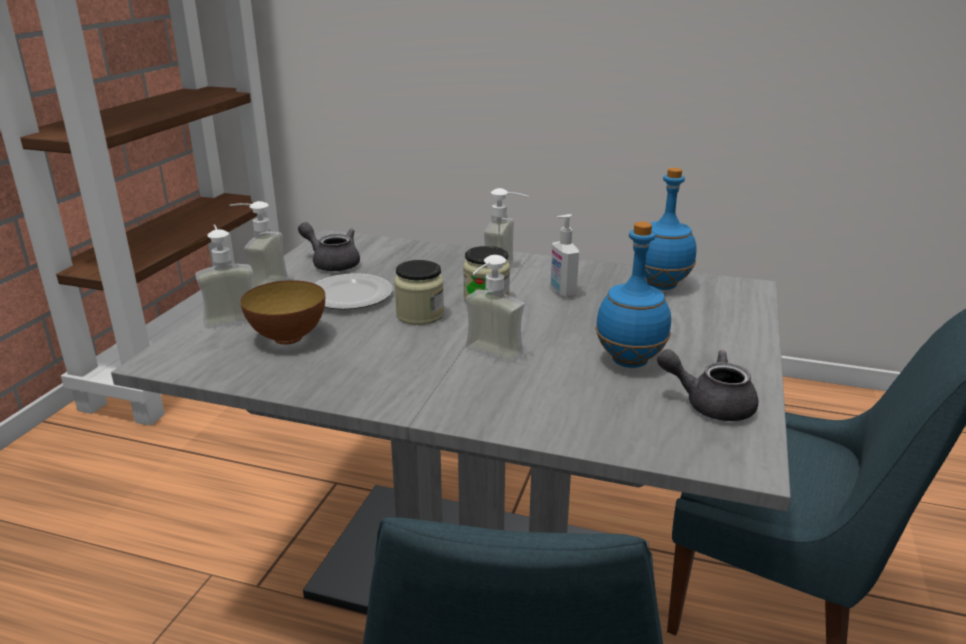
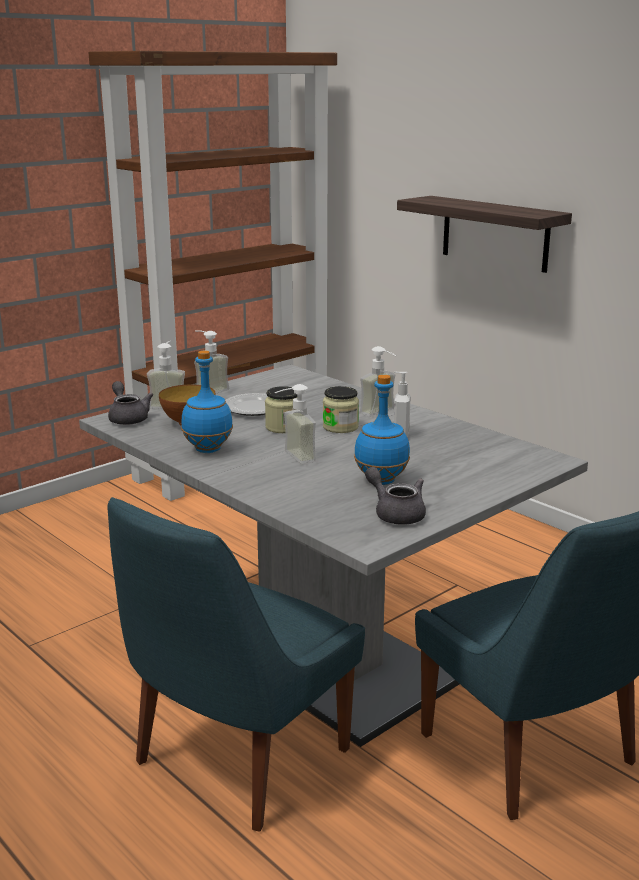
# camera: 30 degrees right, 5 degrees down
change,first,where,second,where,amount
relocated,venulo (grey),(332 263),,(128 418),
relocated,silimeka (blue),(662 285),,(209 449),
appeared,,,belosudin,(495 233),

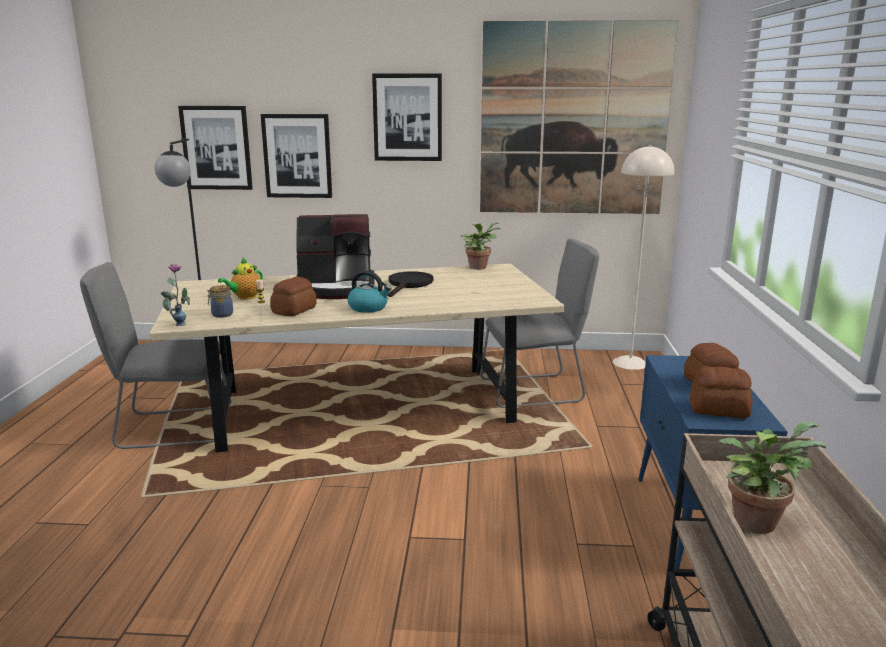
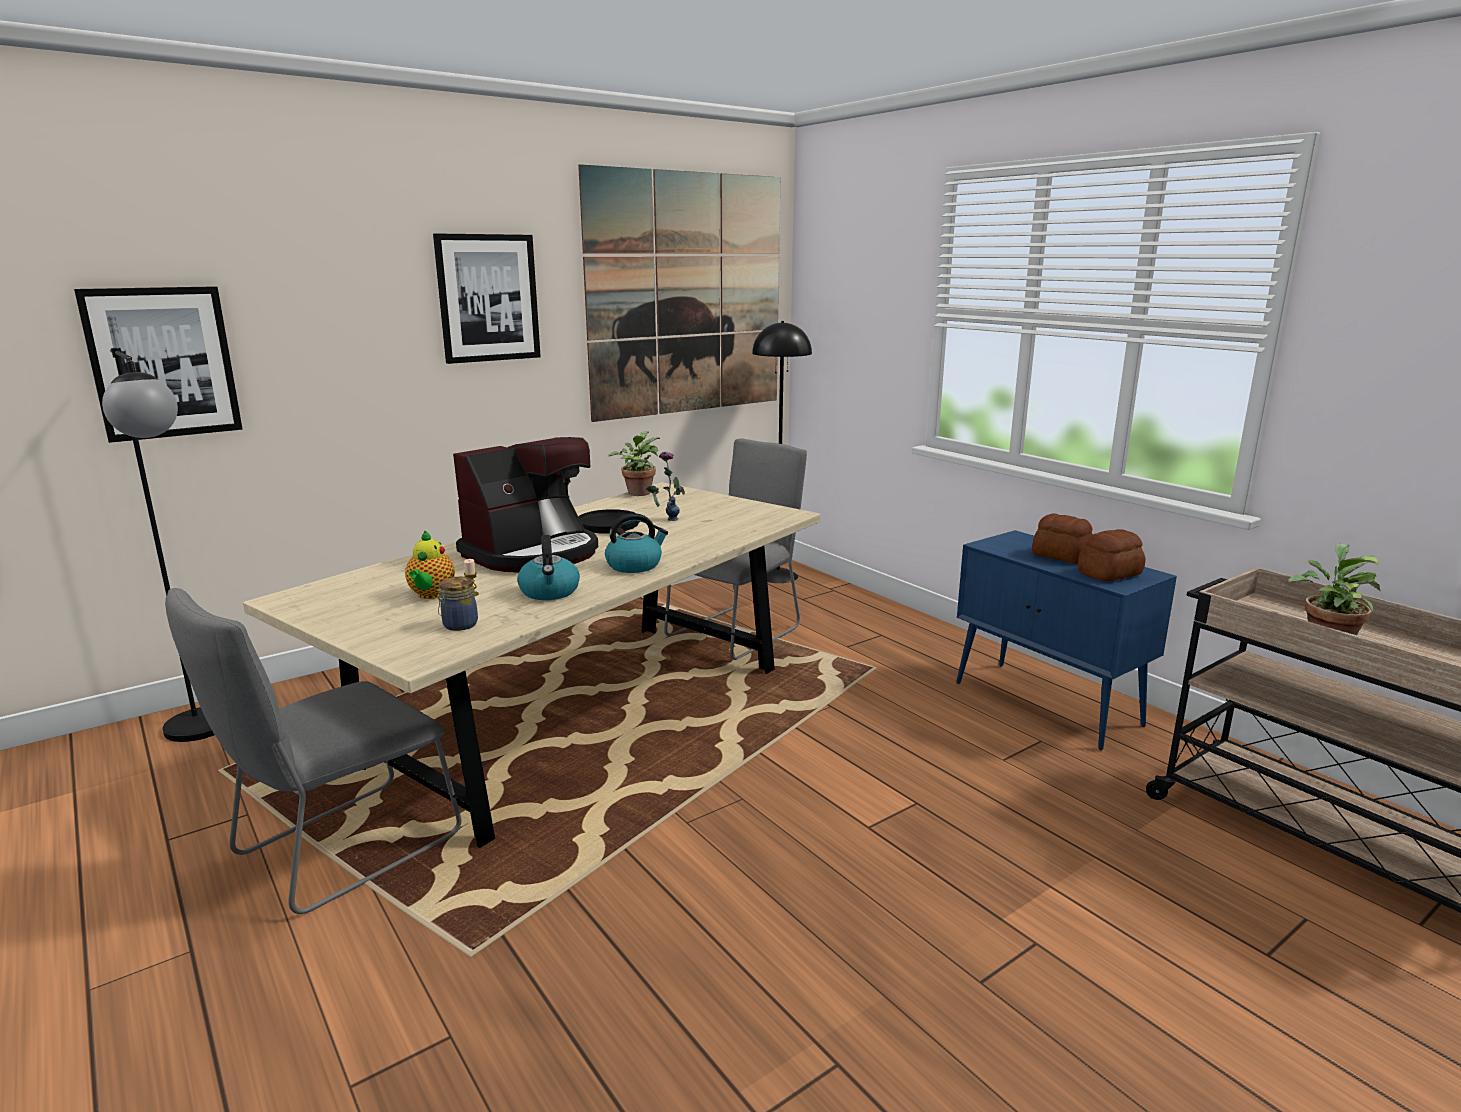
# camera: 40 degrees left, 0 degrees up
change,first,where,second,where,amount
exchanged,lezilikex,(295 310),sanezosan,(550 592),
relocated,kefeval,(178 323),,(665 519),
colour,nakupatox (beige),(630 363),nakupatox (black),(777 576),
missing,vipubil,(297 156),,,

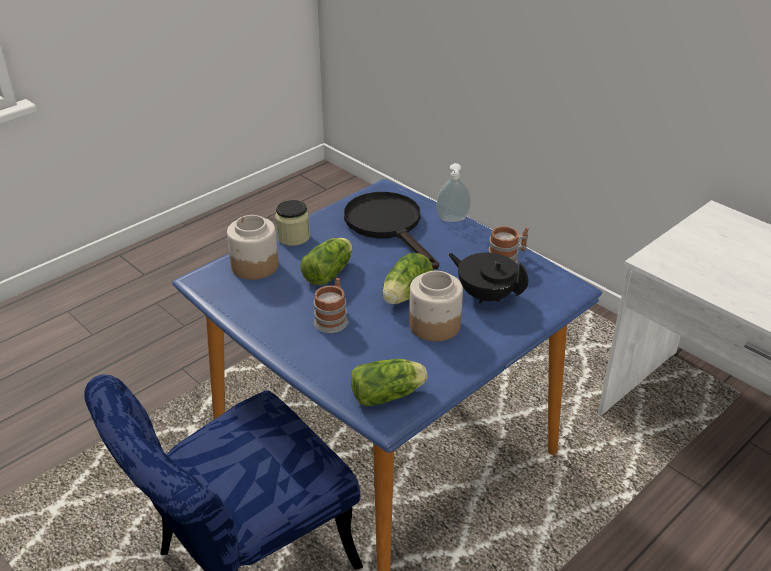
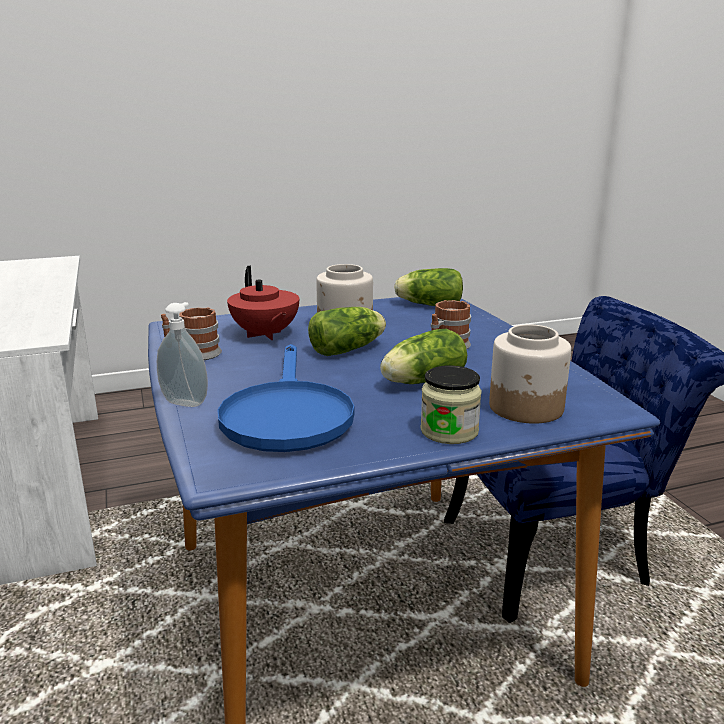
# camera: 155 degrees left, 15 degrees down
change,first,where,second,where,amount
colour,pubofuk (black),(388 226),pubofuk (blue),(286 414),
colour,venulo (black),(486 295),venulo (red),(265 335),

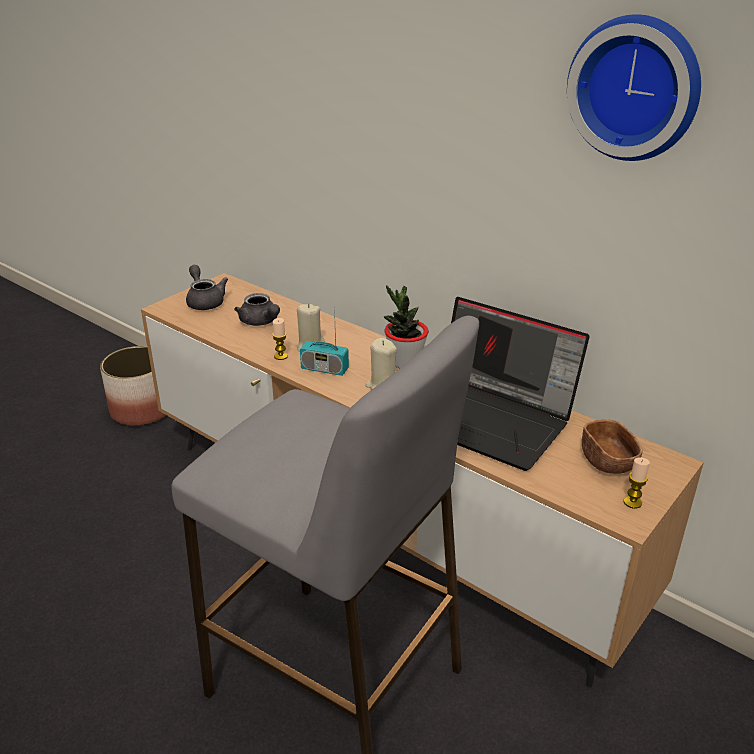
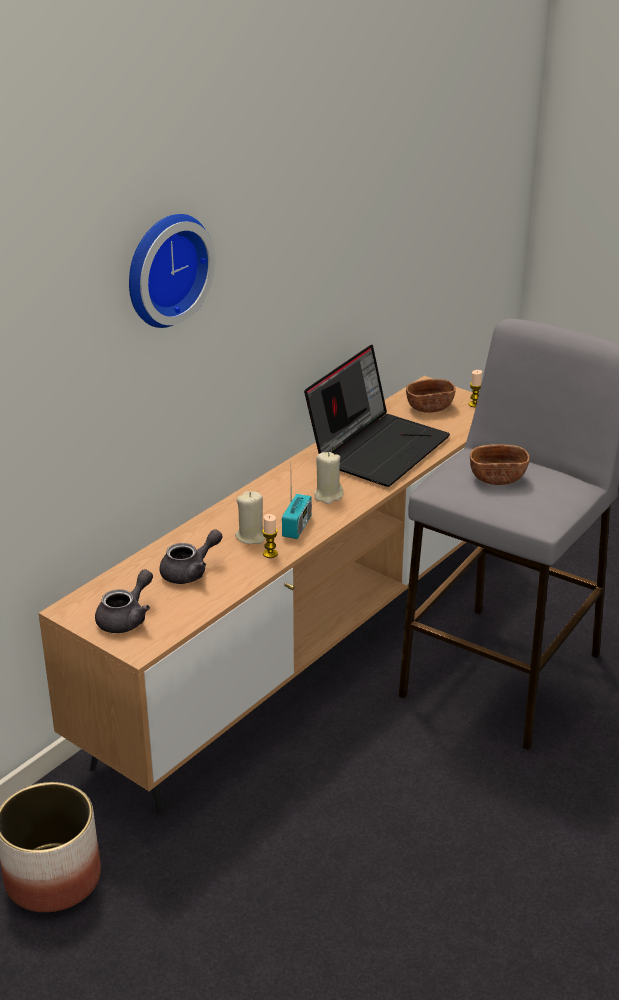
# camera: 90 degrees left, 0 degrees up
change,first,where,second,where,amount
spun,venulo (grey),(205 301),,(126 618),150 degrees clockwise
relocated,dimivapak,(636 88),,(163 268),
appeared,,,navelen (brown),(497 478),
missing,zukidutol,(405 362),,,

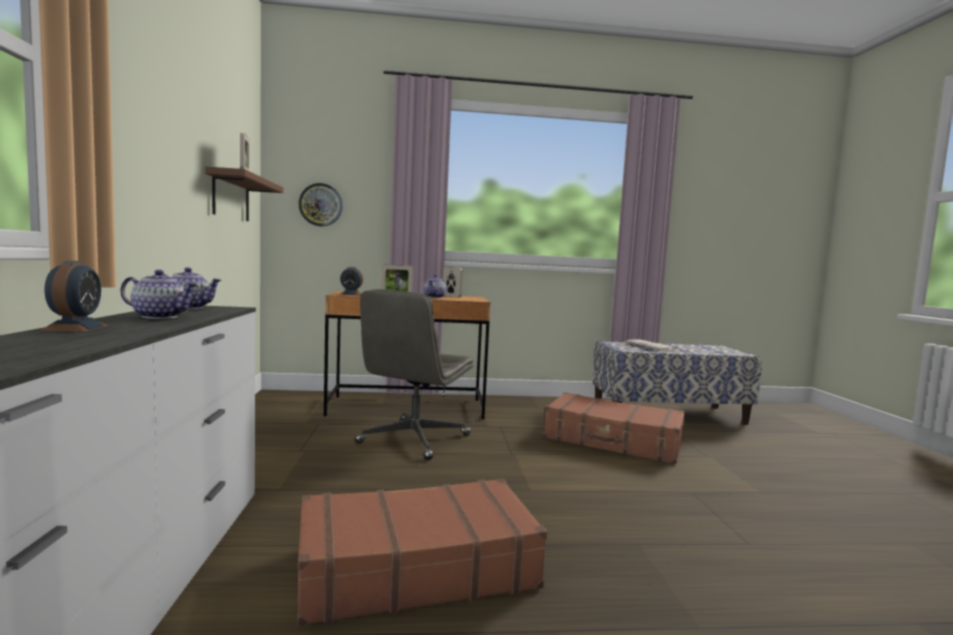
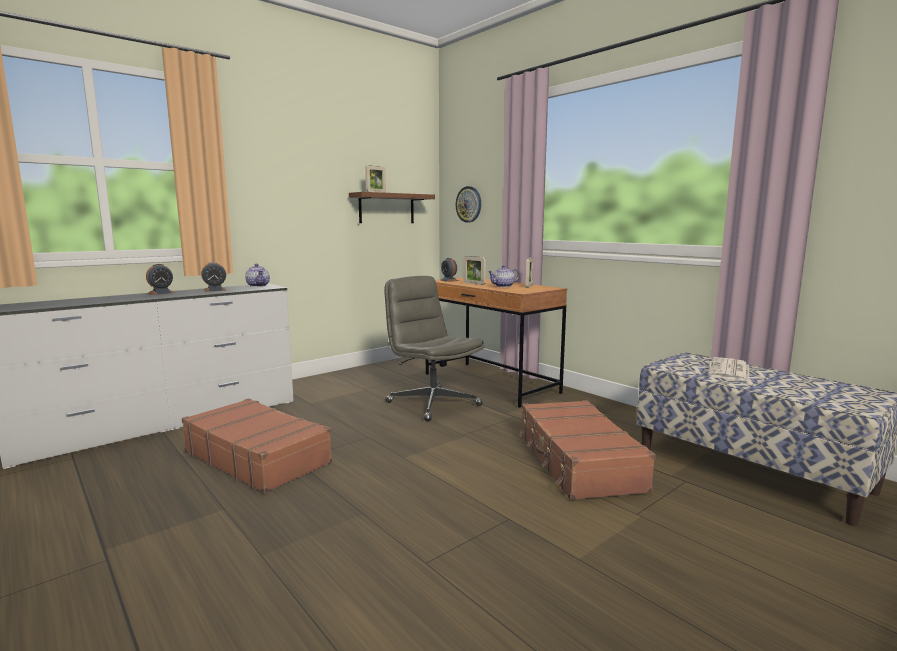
# camera: 55 degrees right, 5 degrees up
change,first,where,second,where,amount
exchanged,venulo,(161 316),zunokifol,(215 290),
spun,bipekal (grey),(414 439),,(432 404),60 degrees clockwise

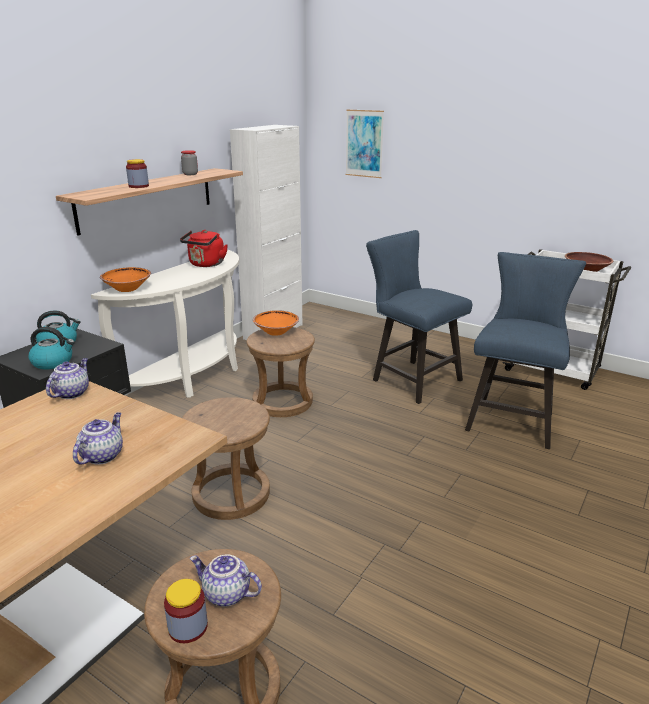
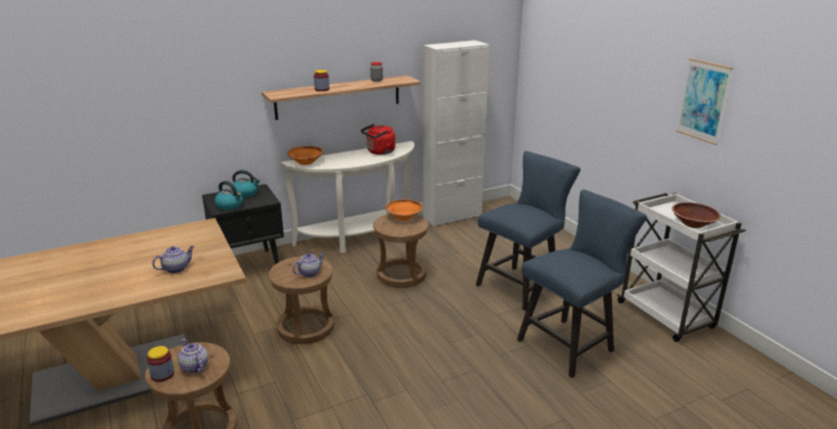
# camera: 30 degrees right, 0 degrees up
change,first,where,second,where,amount
relocated,venulo,(72 393),,(310 273),
spun,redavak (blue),(411 378),,(521 285),60 degrees clockwise
relocated,vipubil,(364 143),,(703 101),

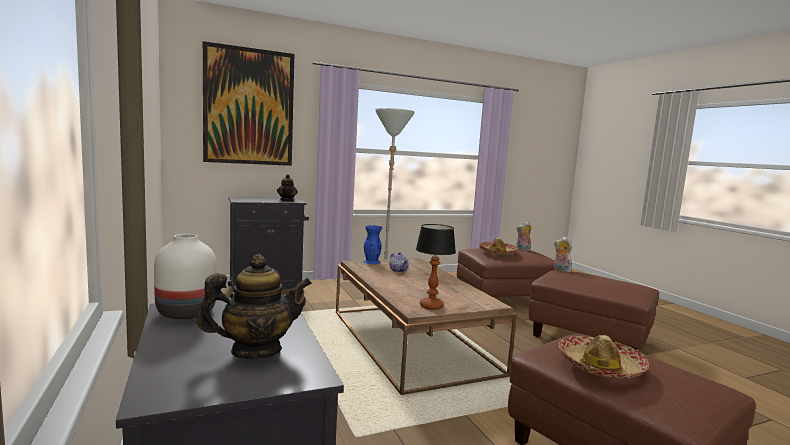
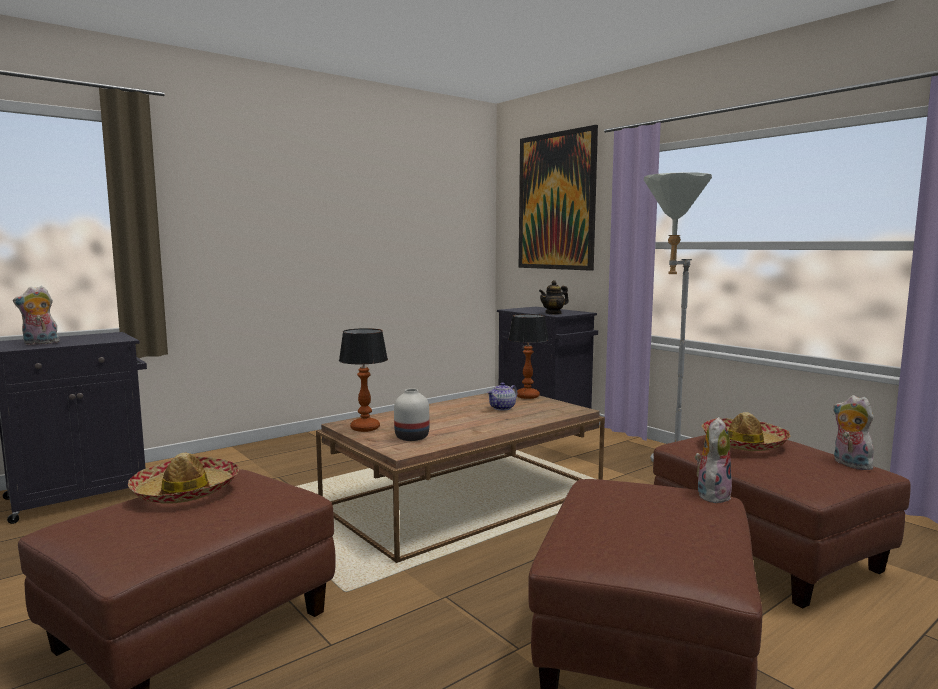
# camera: 75 degrees right, 0 degrees up
change,first,where,second,where,amount
exchanged,venulo,(256 350),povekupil,(40 343),
relocated,kefeval (white),(187 312),,(413 437),
exchanged,kefeval (blue),(372 262),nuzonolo,(527 396),

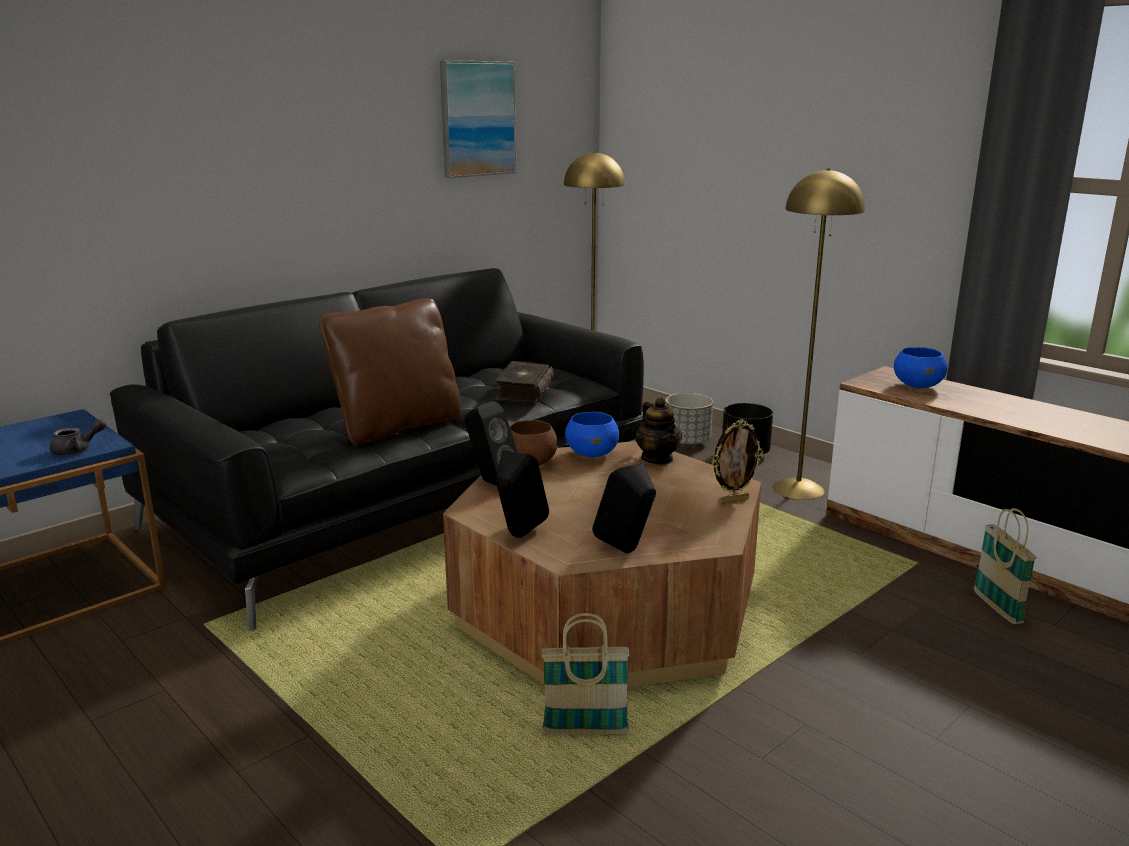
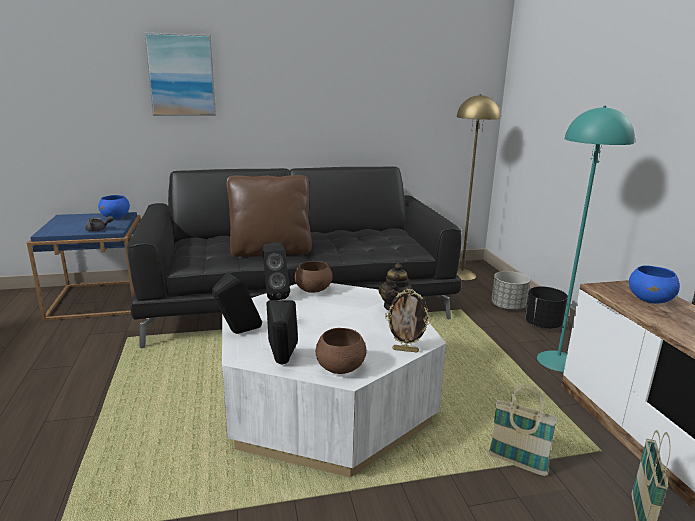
# camera: 30 degrees right, 0 degrees up
change,first,where,second,where,amount
relocated,navelen (blue),(592 454),,(116 217),
relocated,vipubil,(477 119),,(181 75),
colour,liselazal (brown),(606 610),liselazal (white),(327 402),
appeared,,,navelen (brown),(340 368),
relocated,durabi,(585 732),,(517 464),
colour,nakupatox (yellow),(797 489),nakupatox (turquoise),(557 361),
missing,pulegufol,(523 392),,,

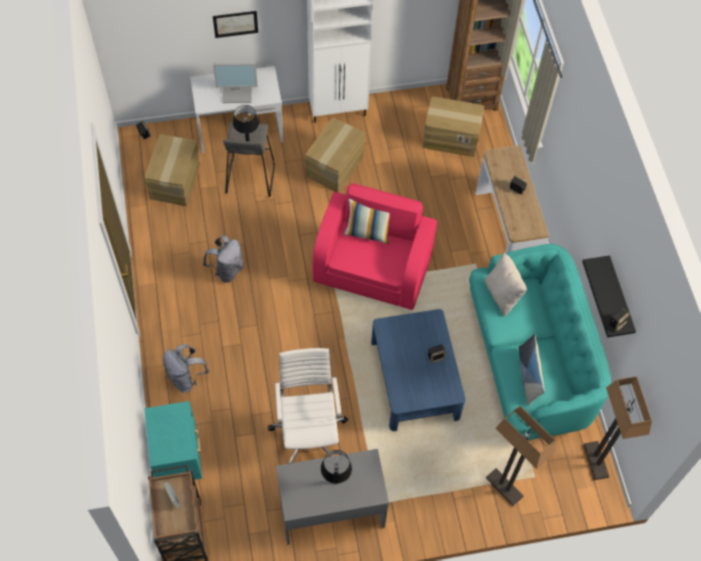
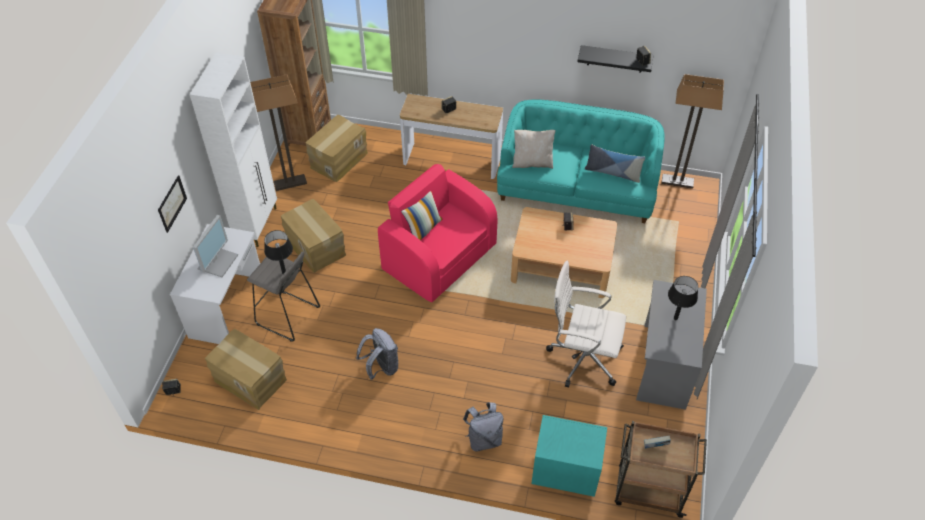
# camera: 65 degrees left, 10 degrees down
change,first,where,second,where,amount
relocated,nakupatox,(504 487),,(290 183),
colour,liselazal (blue),(415 379),liselazal (beige),(562 265),

